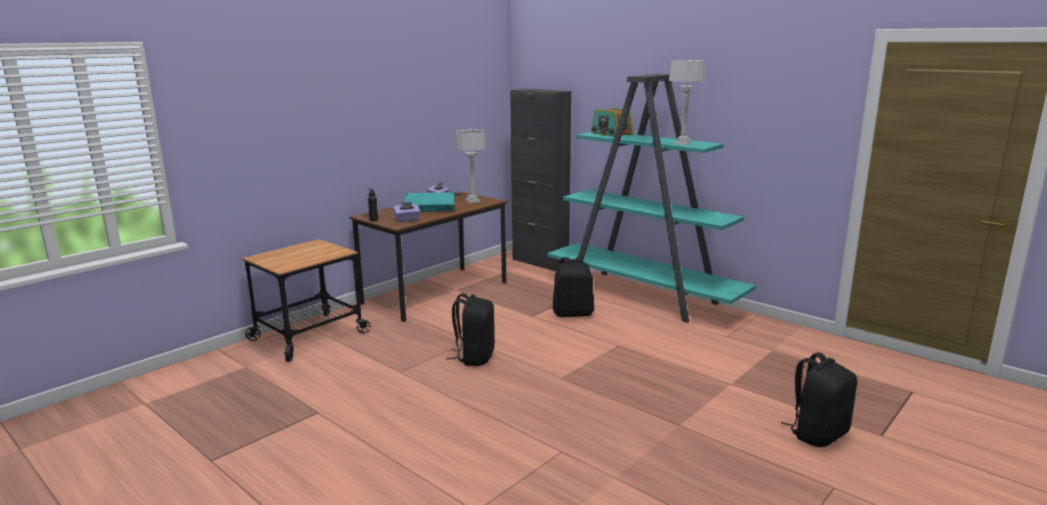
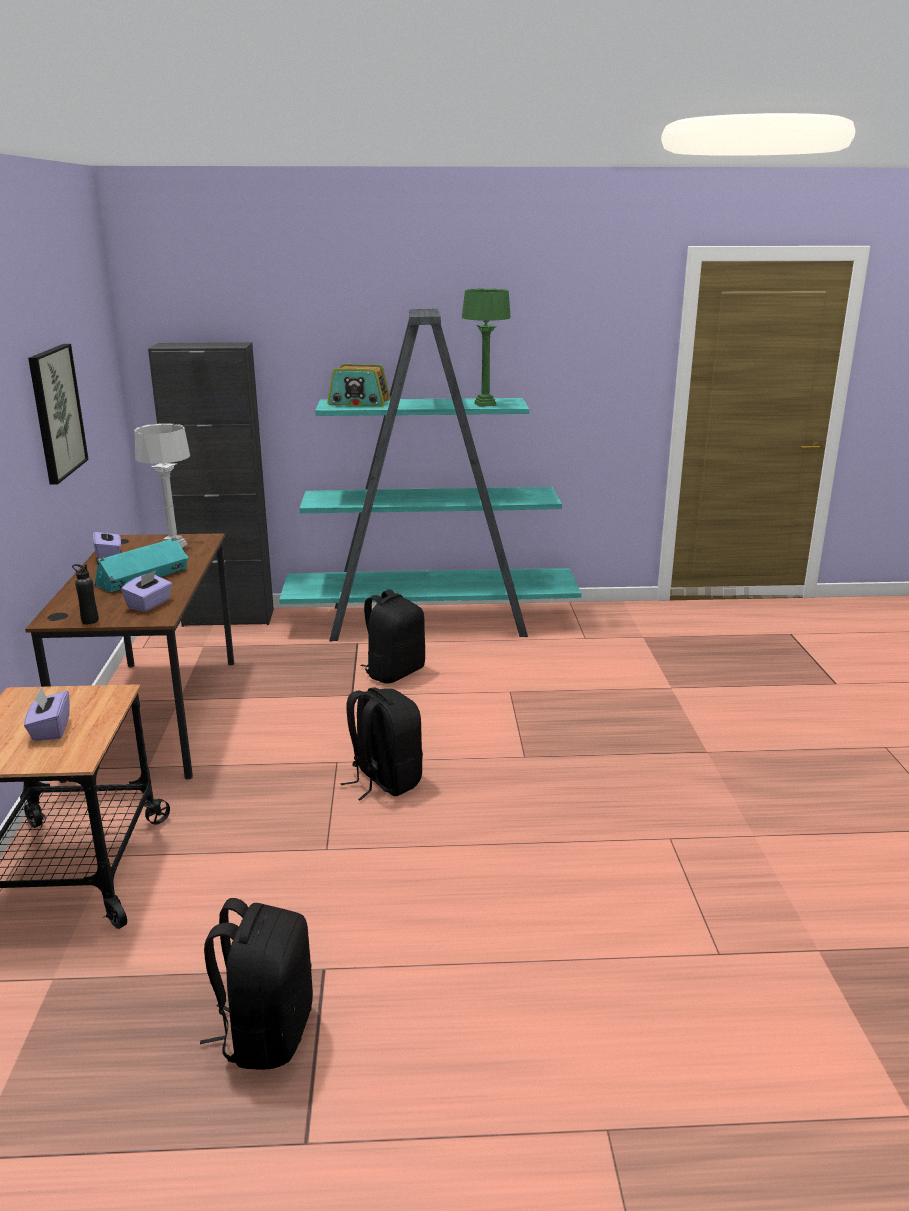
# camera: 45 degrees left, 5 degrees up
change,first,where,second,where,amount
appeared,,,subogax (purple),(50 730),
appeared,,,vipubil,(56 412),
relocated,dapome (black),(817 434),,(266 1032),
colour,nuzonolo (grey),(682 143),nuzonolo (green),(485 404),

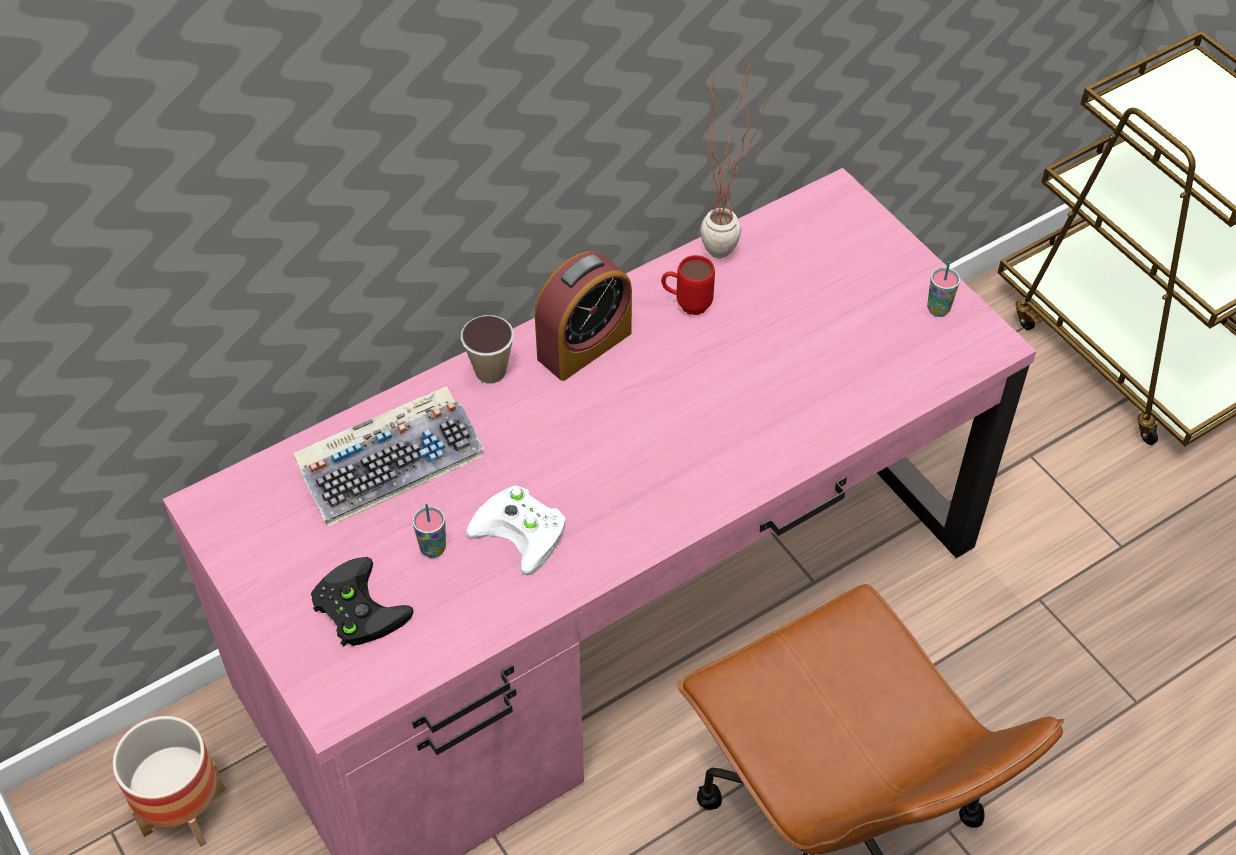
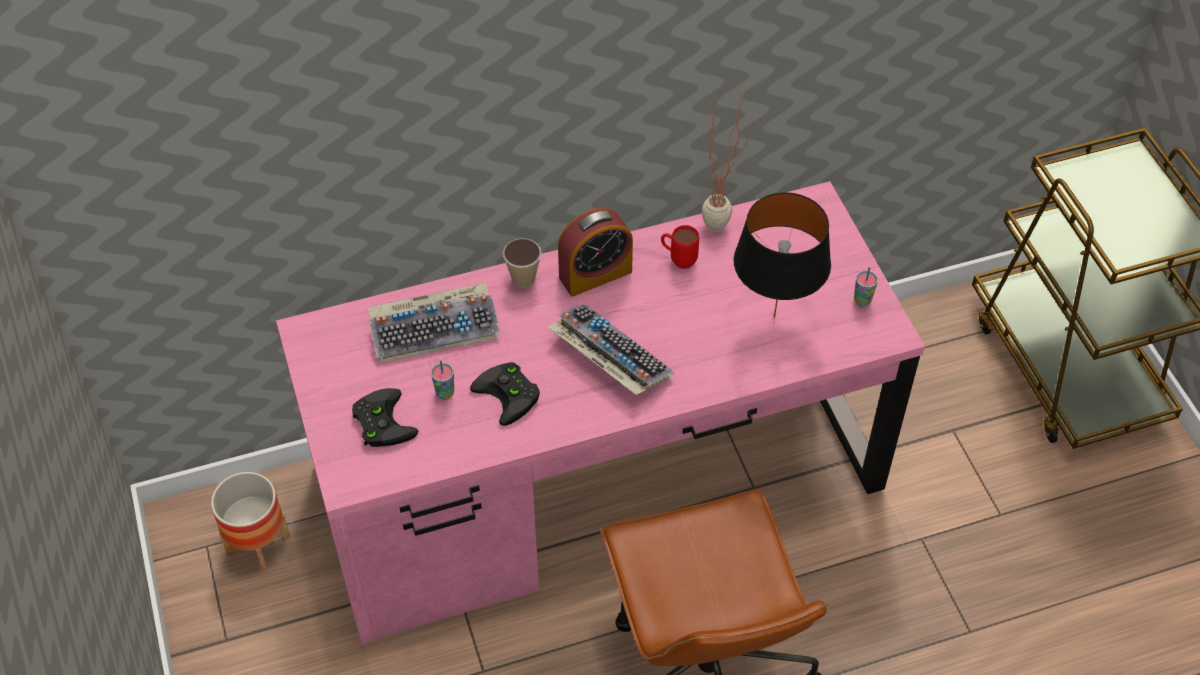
# camera: 15 degrees right, 0 degrees up
change,first,where,second,where,amount
colour,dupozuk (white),(524 531),dupozuk (black),(510 395),
appeared,,,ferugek,(608 357),
appeared,,,nuzonolo (black),(775 316),

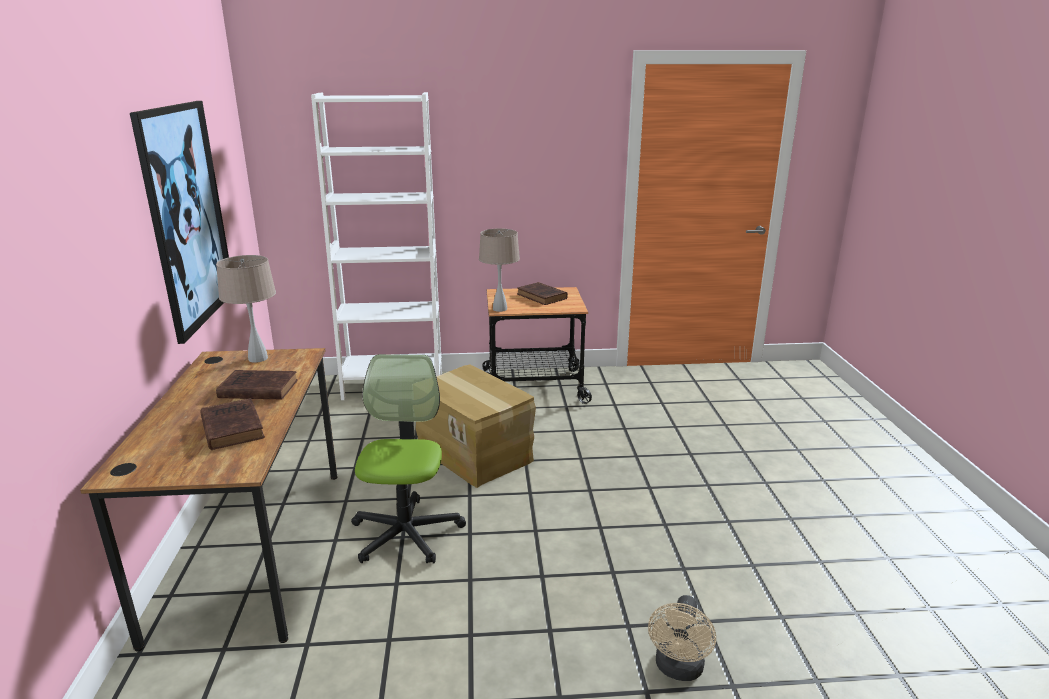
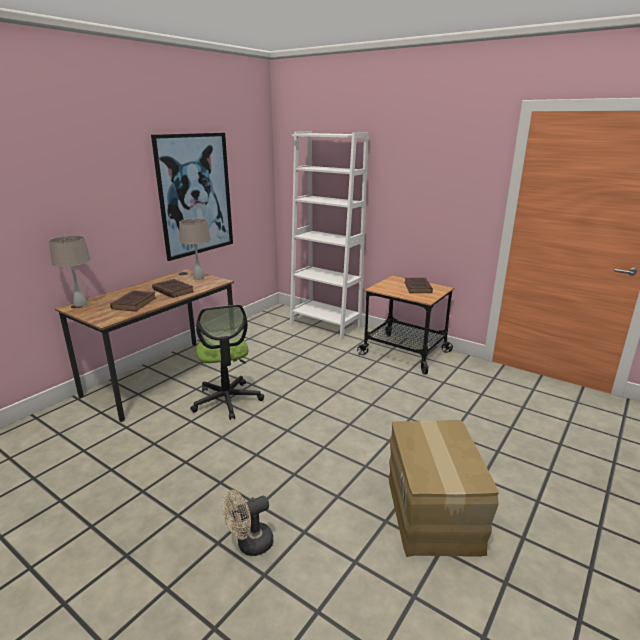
# camera: 40 degrees right, 0 degrees up
change,first,where,second,where,amount
relocated,nuzonolo (beige),(499 309),,(80 304),
spun,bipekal,(406 533),,(227 400),120 degrees clockwise
relocated,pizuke,(475 452),,(434 512),

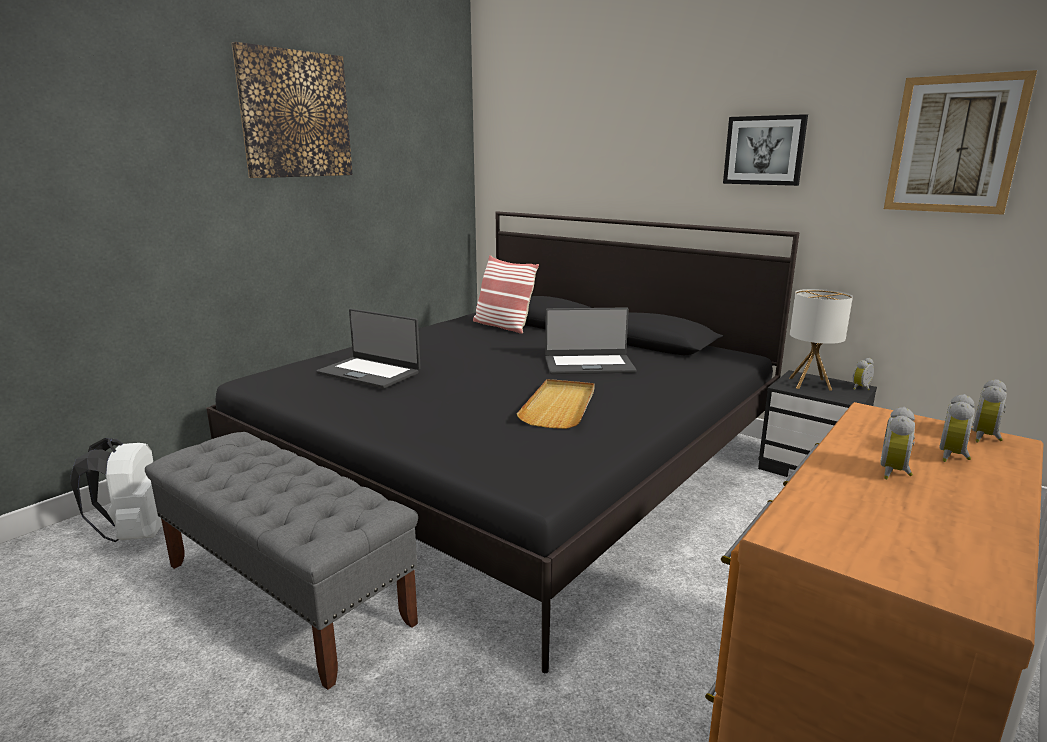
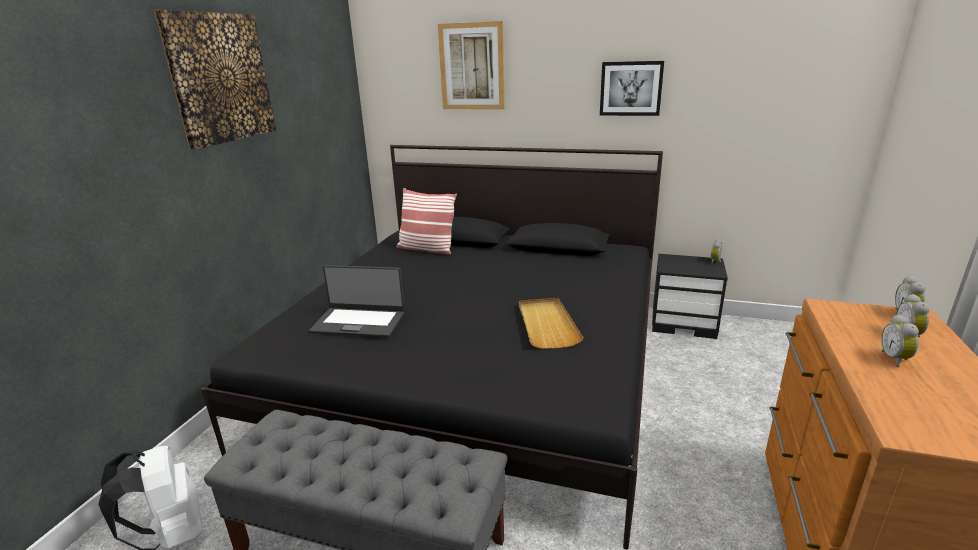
# camera: 20 degrees left, 5 degrees up
change,first,where,second,where,amount
relocated,vipubil,(954 145),,(472 67),
missing,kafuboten,(588 365),,,
missing,nuzonolo,(809 384),,,

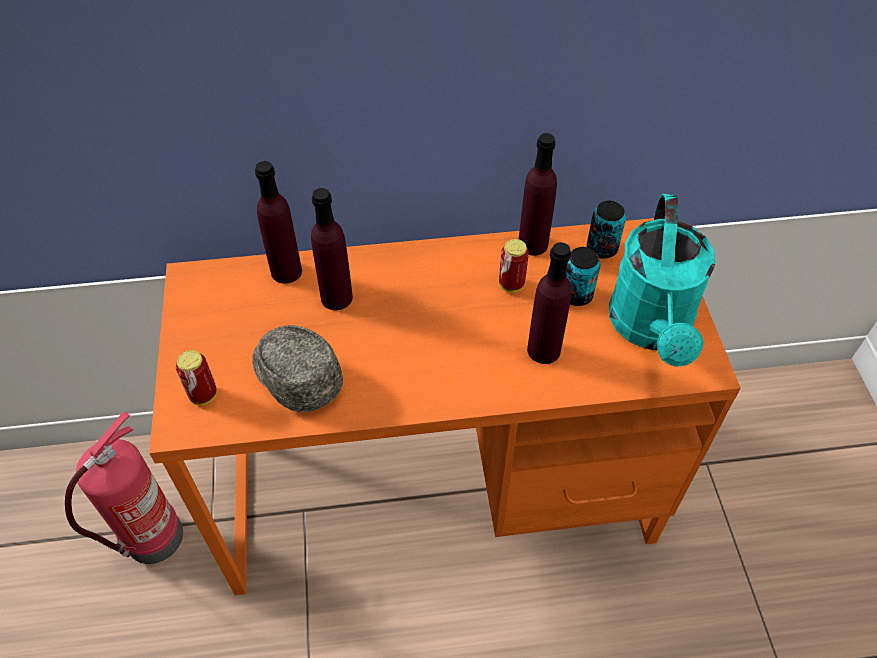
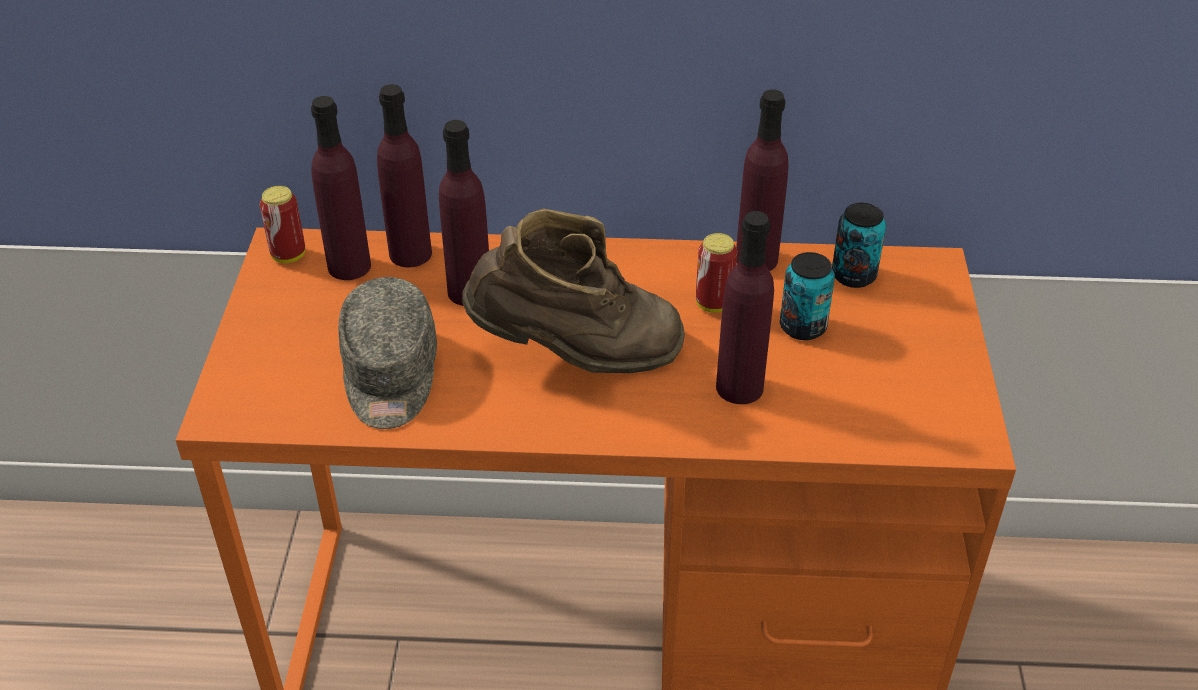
# camera: 10 degrees right, 10 degrees down
change,first,where,second,where,amount
relocated,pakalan,(203 395),,(288 255),
appeared,,,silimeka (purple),(349 266),
spun,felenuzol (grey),(295 375),,(390 375),150 degrees counterclockwise
appeared,,,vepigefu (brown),(576 357),
missing,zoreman,(153 540),,,
missing,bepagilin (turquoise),(652 329),,,

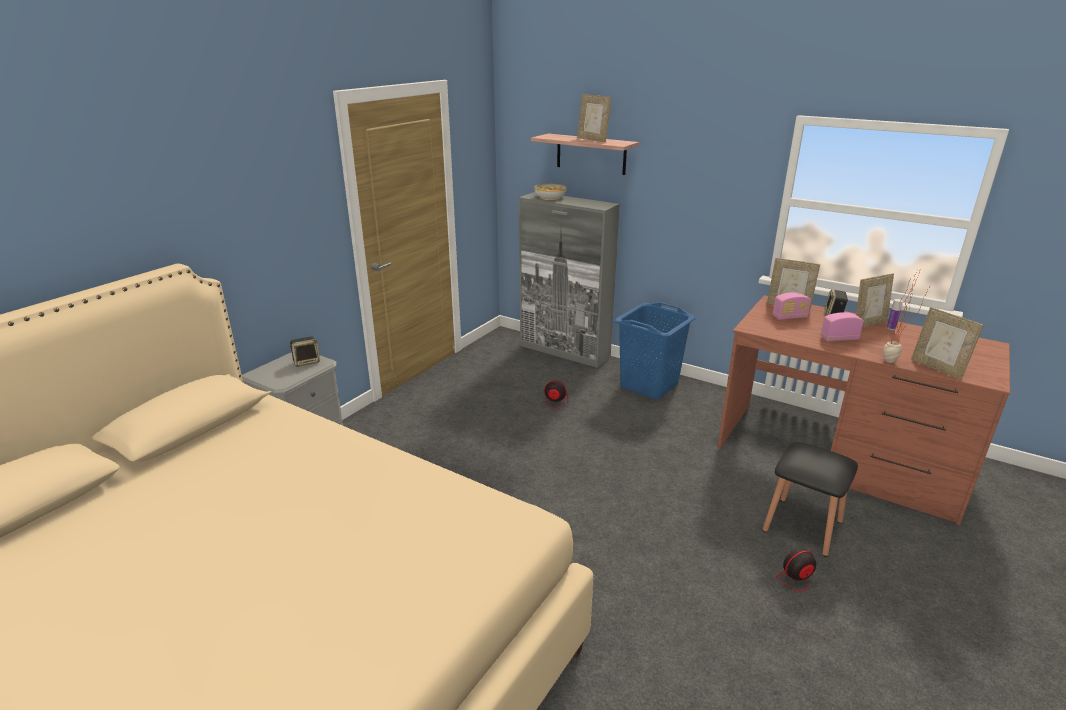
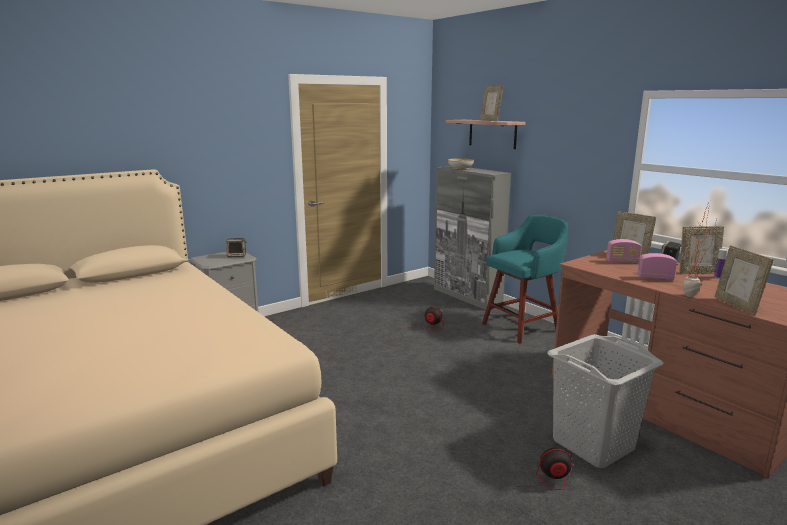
# camera: 20 degrees right, 10 degrees down
change,first,where,second,where,amount
exchanged,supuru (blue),(649 385),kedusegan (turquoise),(522 327),
exchanged,kedusegan (black),(802 526),supuru (grey),(592 444),

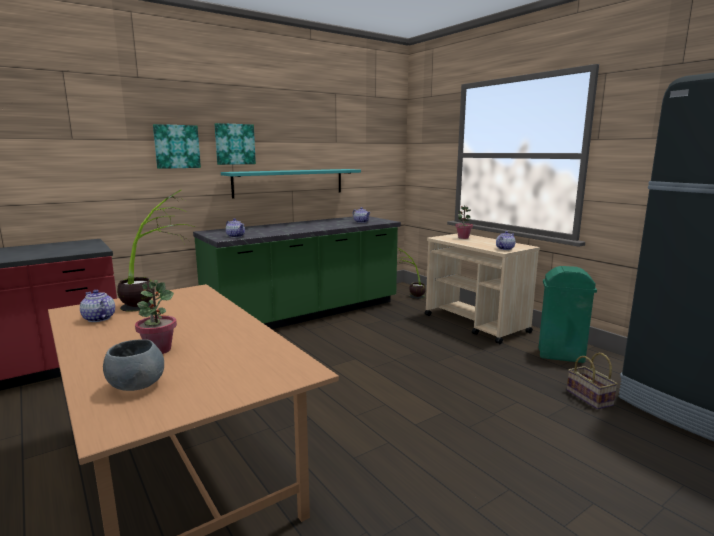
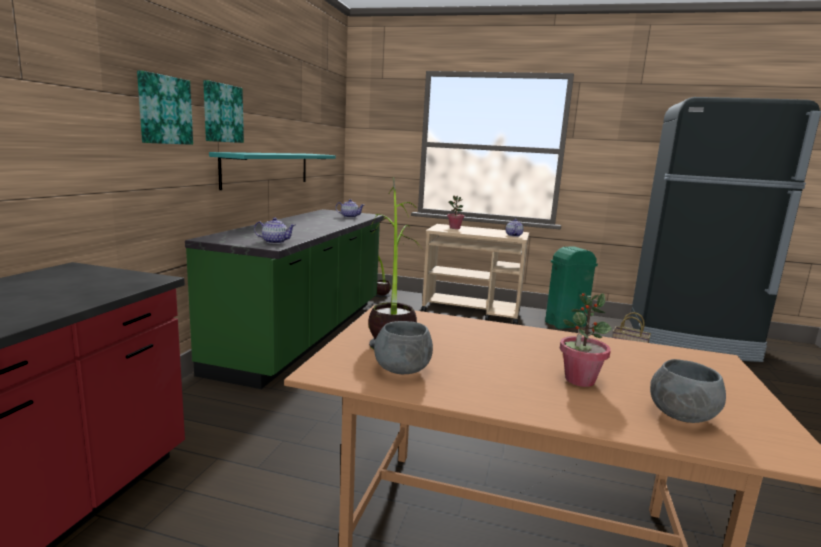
# camera: 40 degrees left, 0 degrees up
change,first,where,second,where,amount
exchanged,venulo,(99 319),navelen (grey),(402 370),

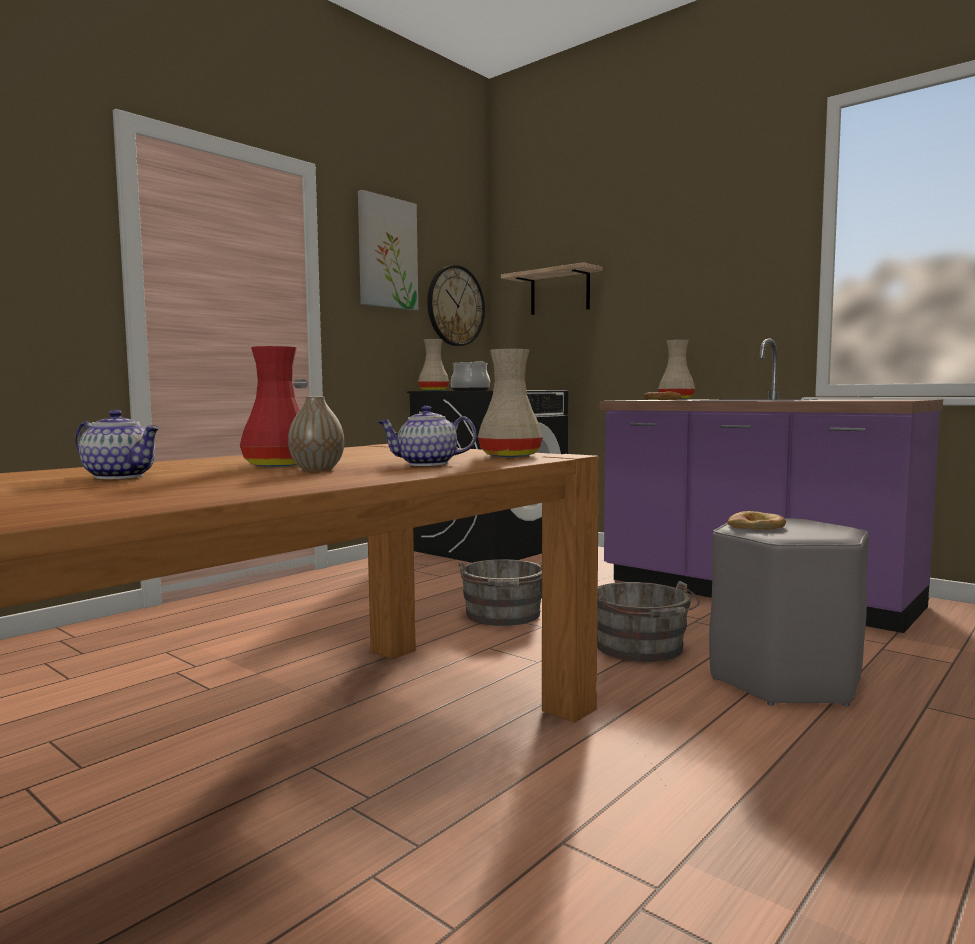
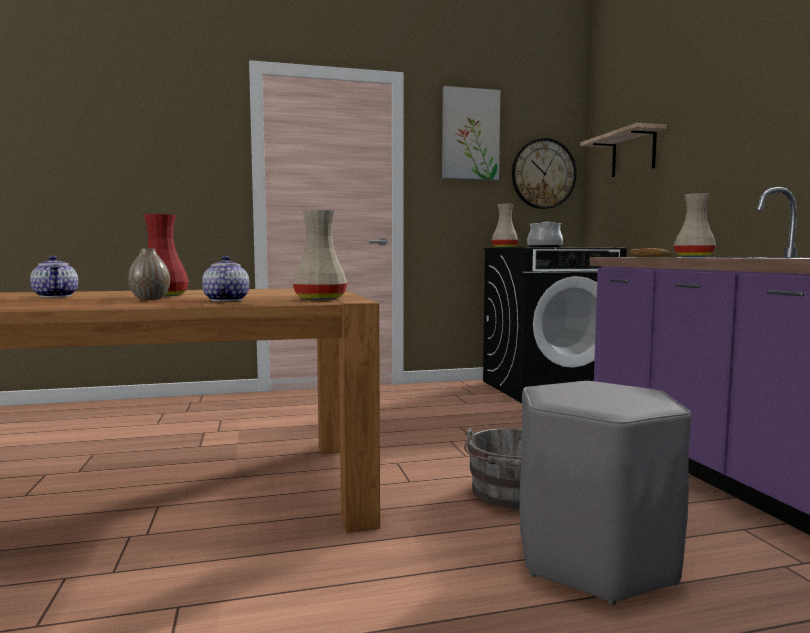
# camera: 35 degrees right, 0 degrees up
change,first,where,second,where,amount
spun,venulo,(426 464),,(225 300),45 degrees clockwise
missing,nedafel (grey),(503 616),,,
missing,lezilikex,(756 526),,,

